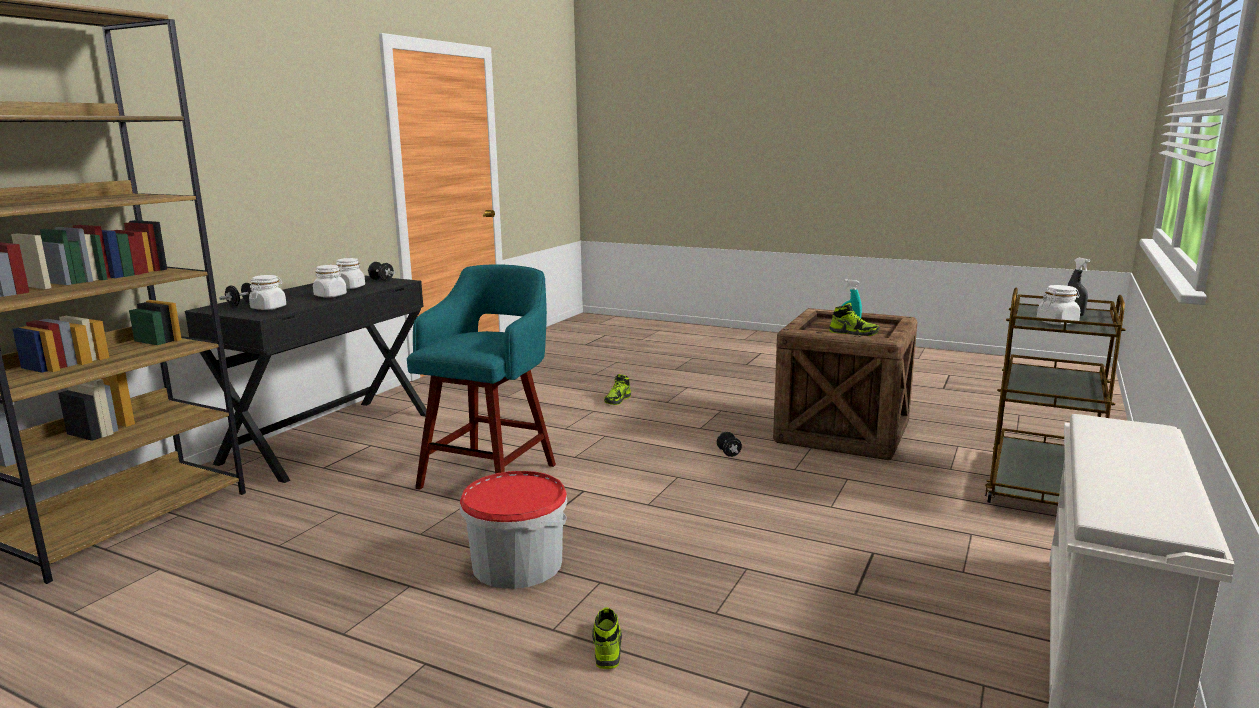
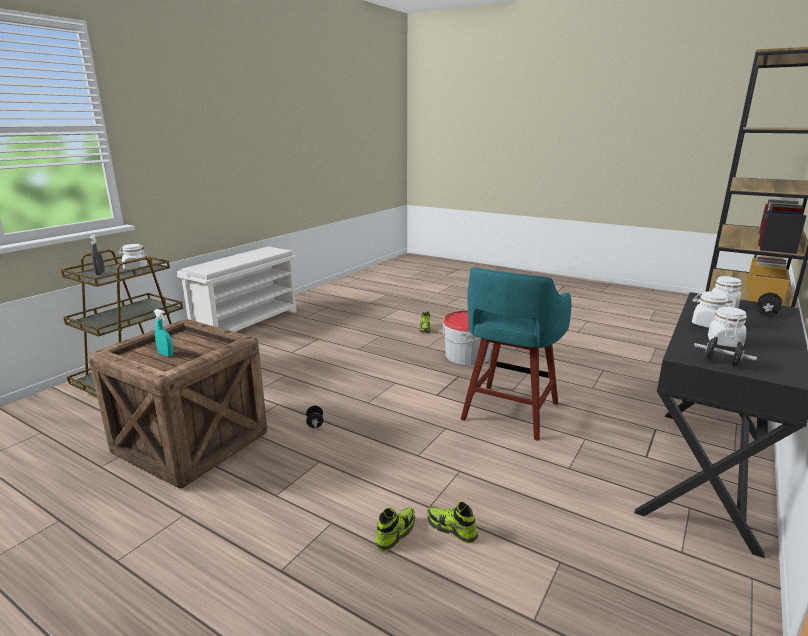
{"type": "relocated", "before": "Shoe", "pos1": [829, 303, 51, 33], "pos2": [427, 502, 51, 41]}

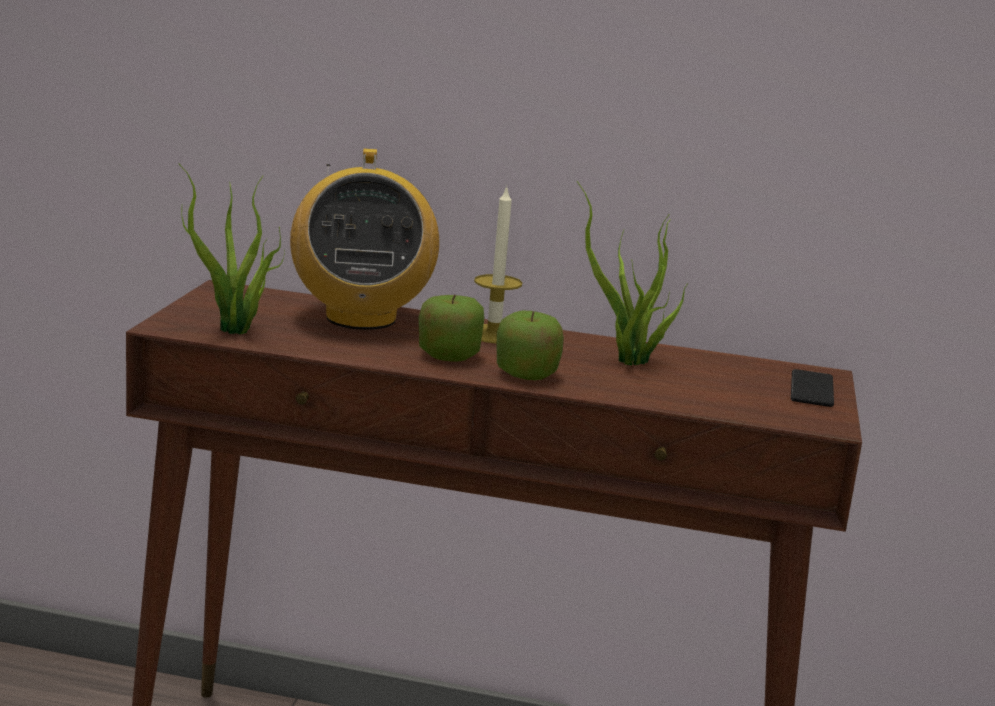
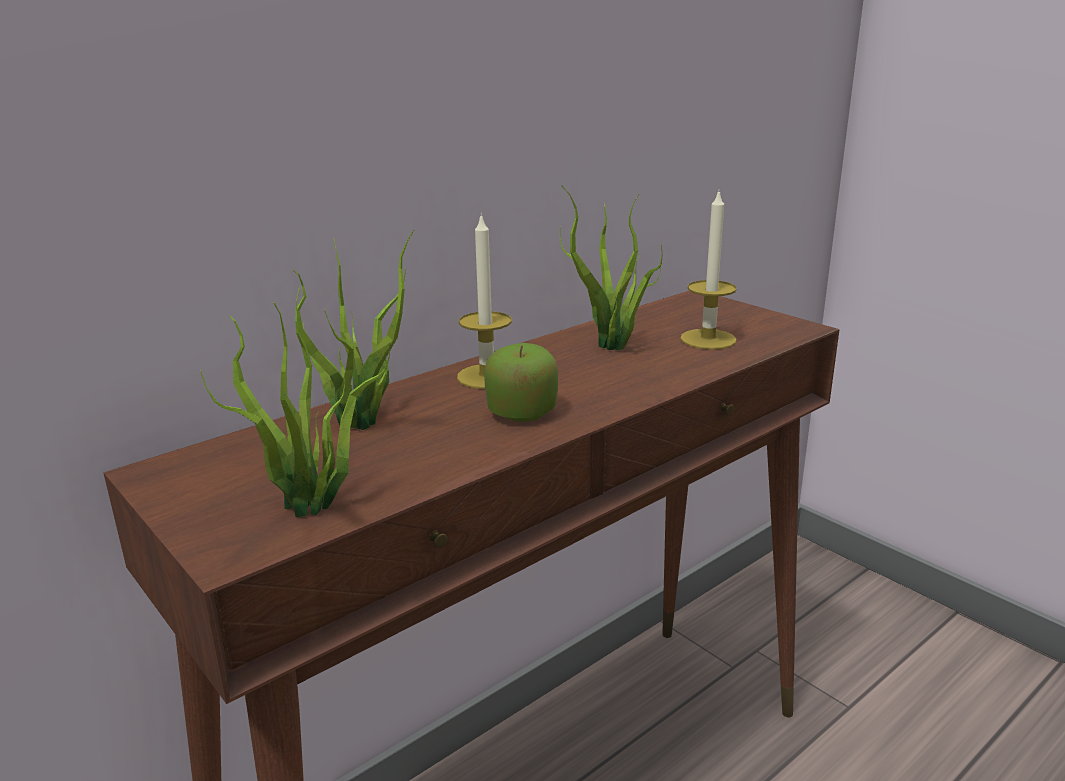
{"type": "exchanged", "before": "Radio", "after": "PottedPlant", "pos1": [290, 149, 149, 181], "pos2": [292, 230, 122, 200]}
{"type": "missing", "before": "Apple", "pos1": [497, 310, 67, 70]}
{"type": "missing", "before": "Phone", "pos1": [791, 369, 43, 38]}
{"type": "appeared", "after": "Candle", "pos2": [680, 192, 57, 158]}

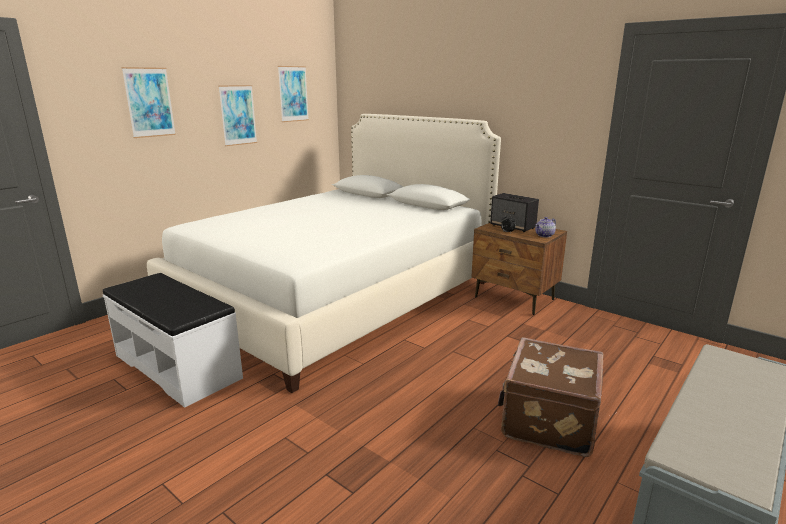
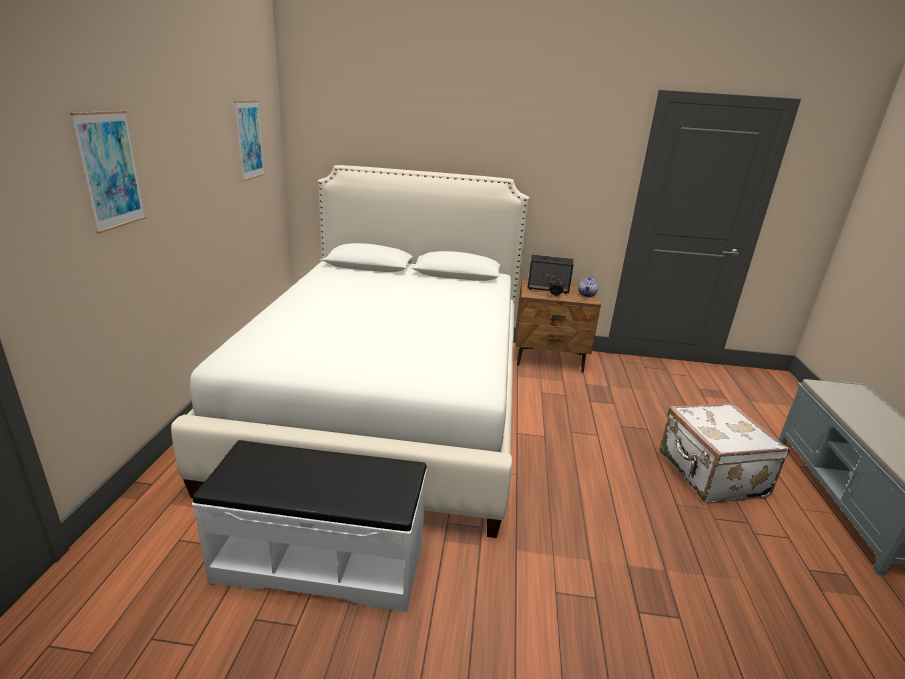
{"type": "missing", "before": "Picture", "pos1": [218, 85, 39, 61]}
{"type": "colour", "before": "BrownSuitcase", "after": "WhiteSuitcase", "pos1": [498, 337, 106, 120], "pos2": [660, 403, 130, 100]}

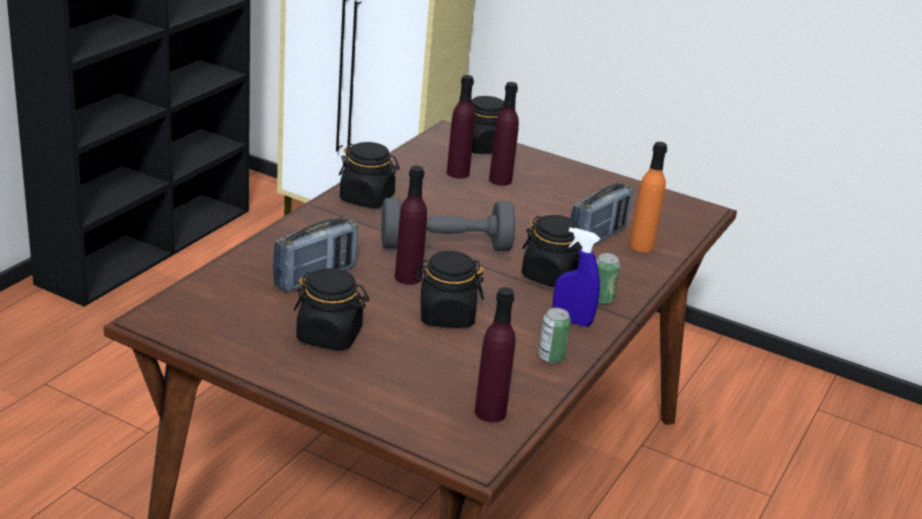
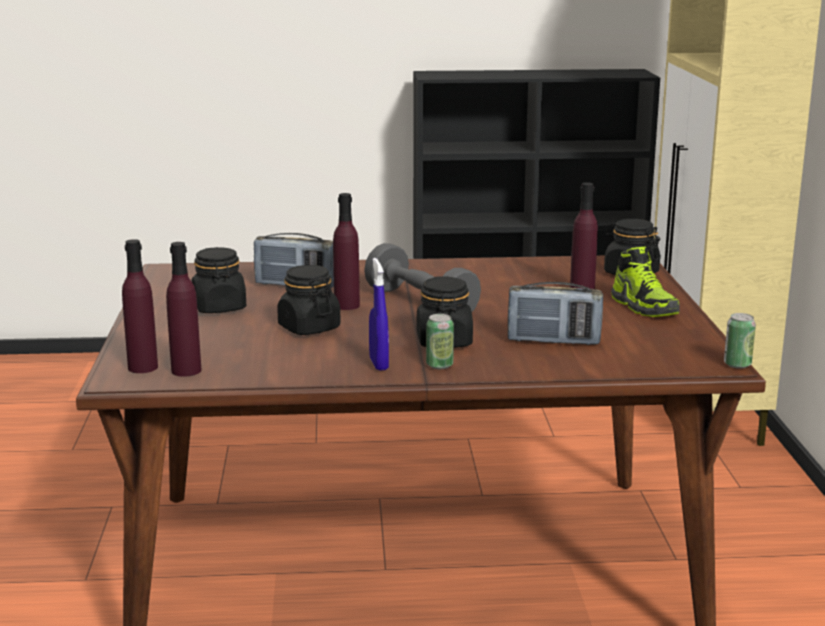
{"type": "missing", "before": "BlackJar", "pos1": [339, 142, 61, 66]}
{"type": "relocated", "before": "PurpleBottle", "pos1": [447, 75, 28, 104], "pos2": [122, 239, 36, 134]}
{"type": "relocated", "before": "Can", "pos1": [538, 308, 33, 55], "pos2": [724, 313, 32, 56]}
{"type": "missing", "before": "OrangeBottle", "pos1": [629, 142, 38, 110]}
{"type": "appeared", "after": "Shoe", "pos2": [611, 246, 69, 71]}

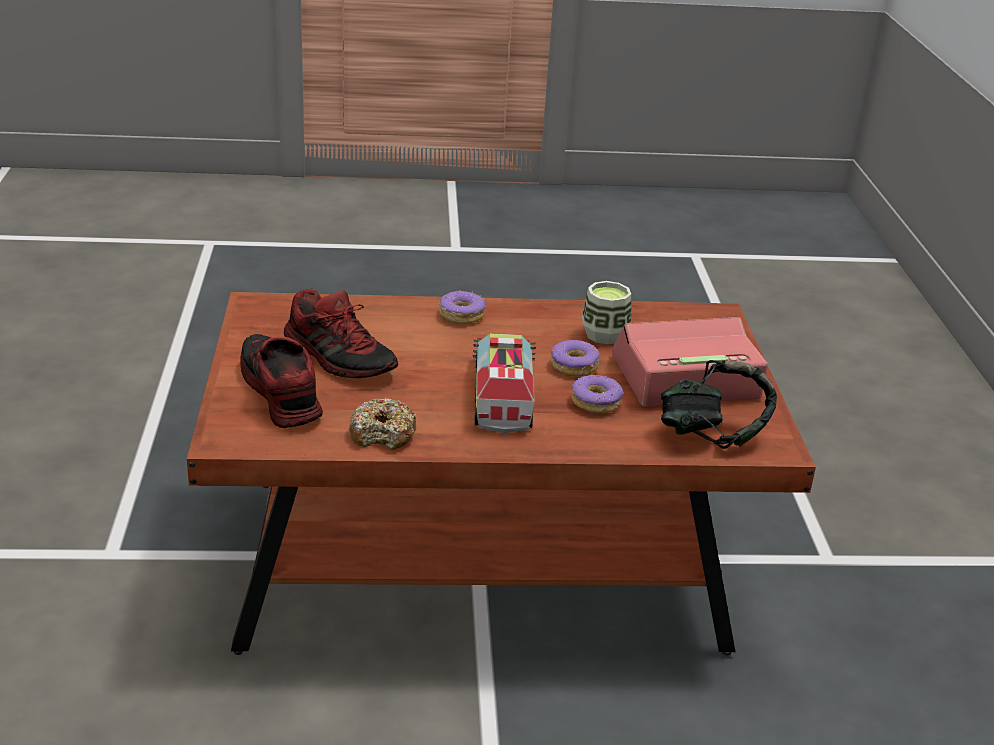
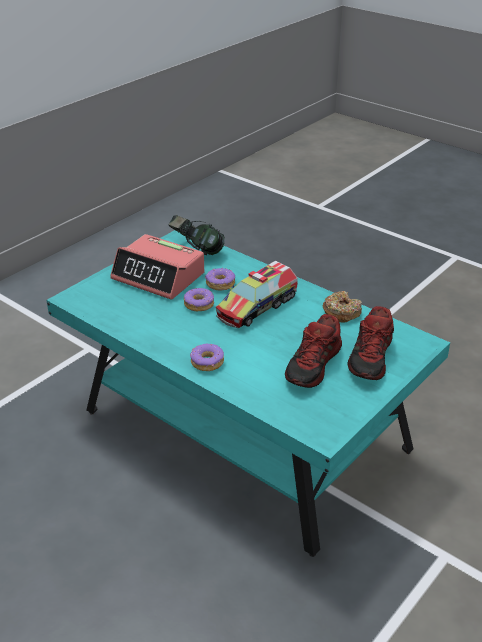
{"type": "colour", "before": "BrownCoffeeTable", "after": "TurquoiseCoffeeTable", "pos1": [187, 292, 629, 363], "pos2": [47, 230, 403, 327]}
{"type": "spun", "before": "Shoe", "pos1": [284, 289, 114, 89], "pos2": [285, 314, 57, 74], "turn": -150}
{"type": "missing", "before": "Cup", "pos1": [582, 281, 49, 63]}

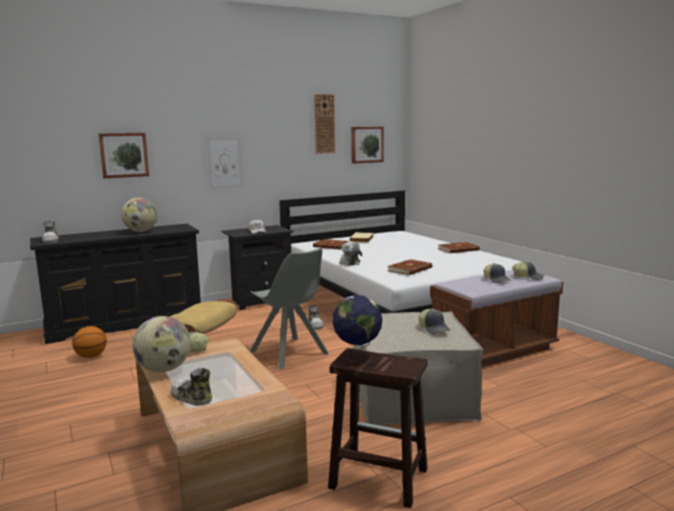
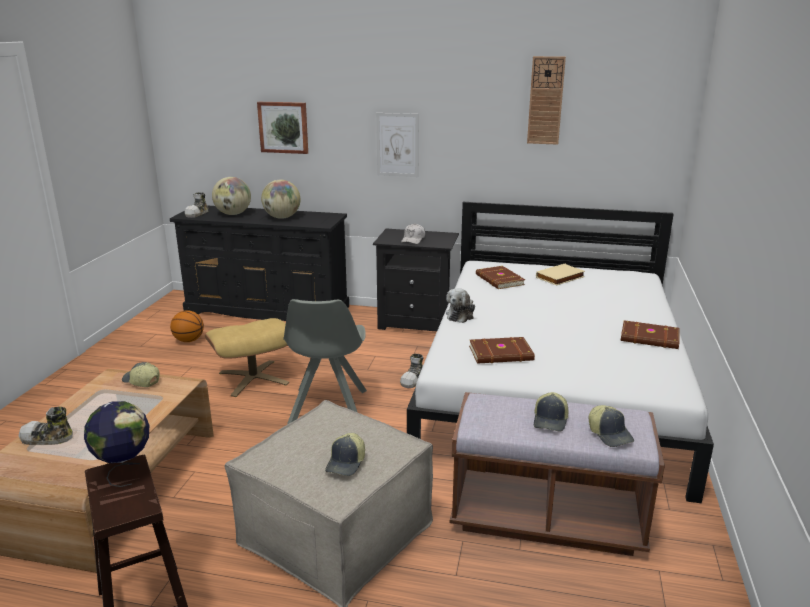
{"type": "relocated", "before": "Globe", "pos1": [132, 316, 59, 56], "pos2": [212, 177, 39, 38]}
{"type": "spun", "before": "Shoe", "pos1": [171, 368, 41, 38], "pos2": [18, 407, 55, 38], "turn": -75}
{"type": "missing", "before": "Picture", "pos1": [351, 126, 33, 38]}

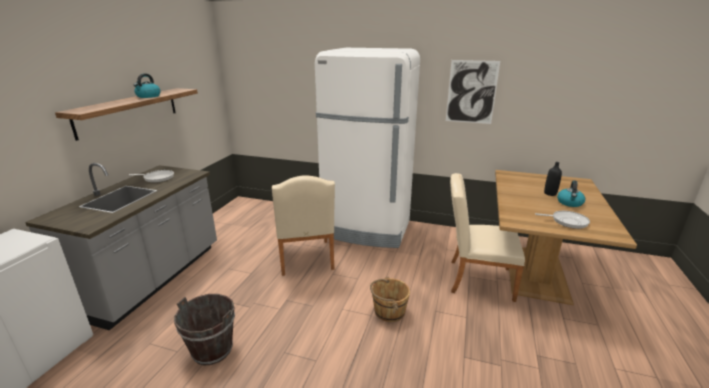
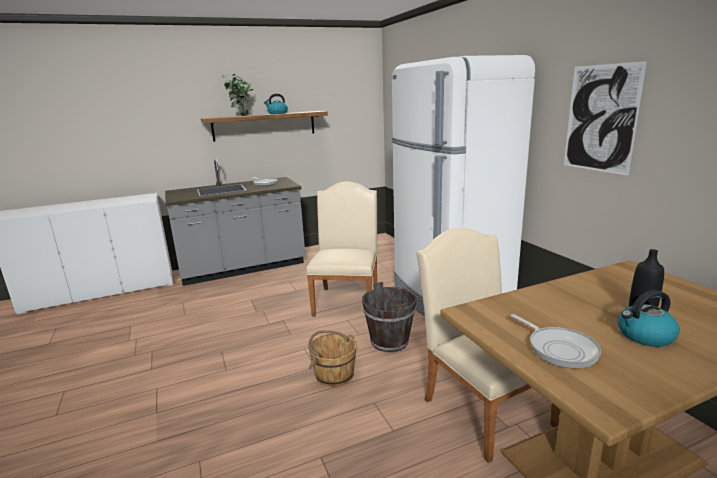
{"type": "relocated", "before": "BrownBucket", "pos1": [174, 294, 61, 71], "pos2": [362, 282, 55, 70]}
{"type": "spun", "before": "BeigeChair", "pos1": [272, 175, 63, 101], "pos2": [306, 181, 71, 136], "turn": 150}
{"type": "appeared", "after": "PottedPlant", "pos2": [221, 74, 33, 42]}

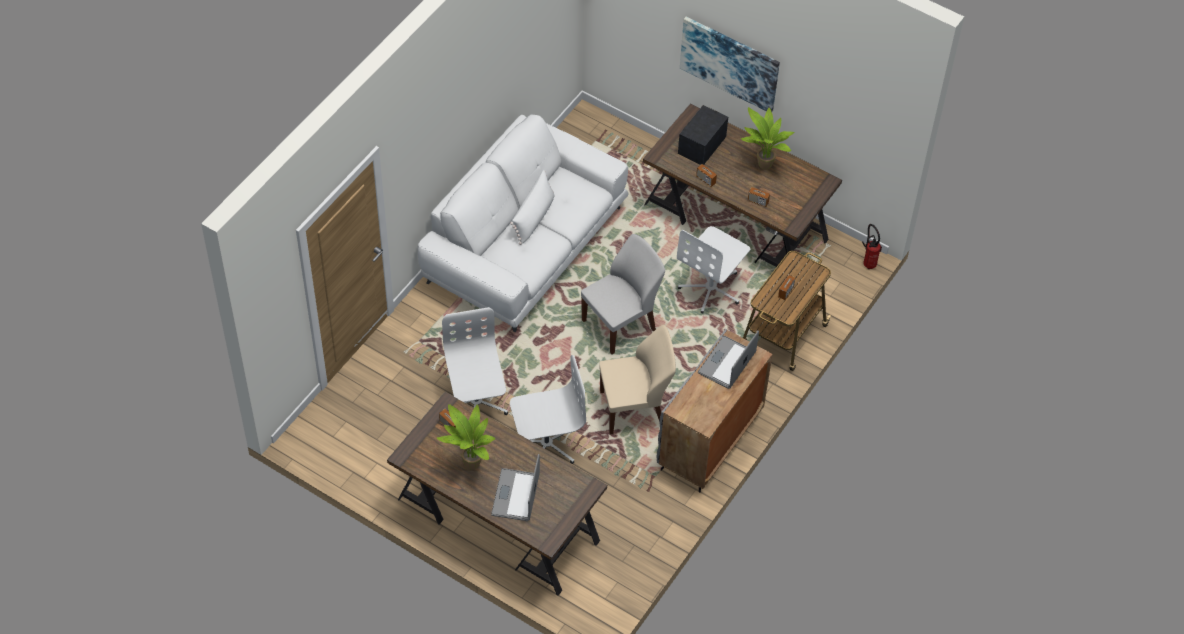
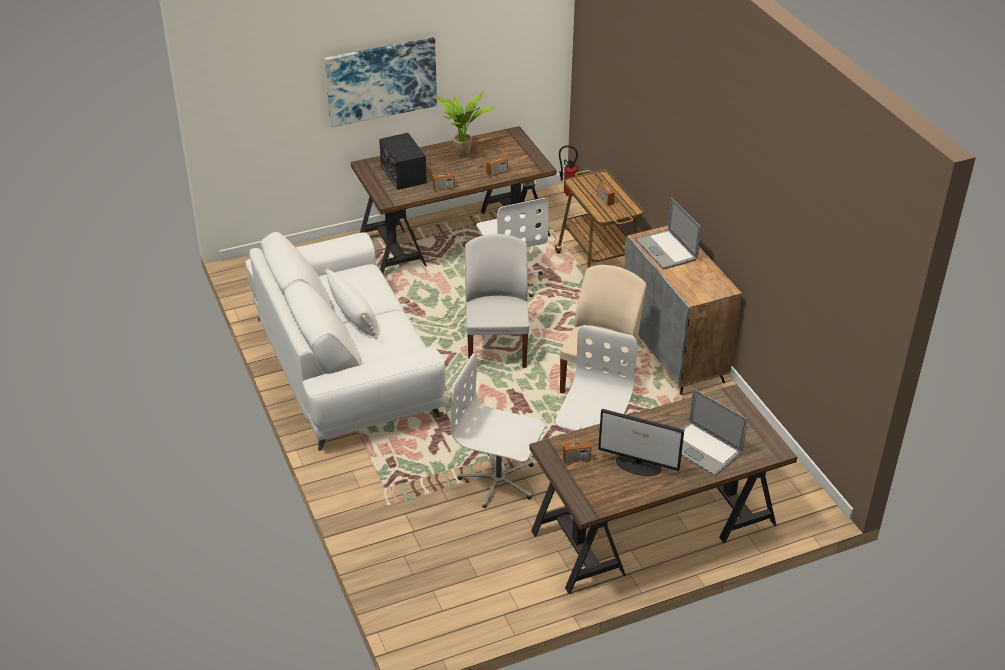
{"type": "exchanged", "before": "PottedPlant", "after": "Monitor", "pos1": [437, 404, 59, 66], "pos2": [598, 409, 86, 67]}

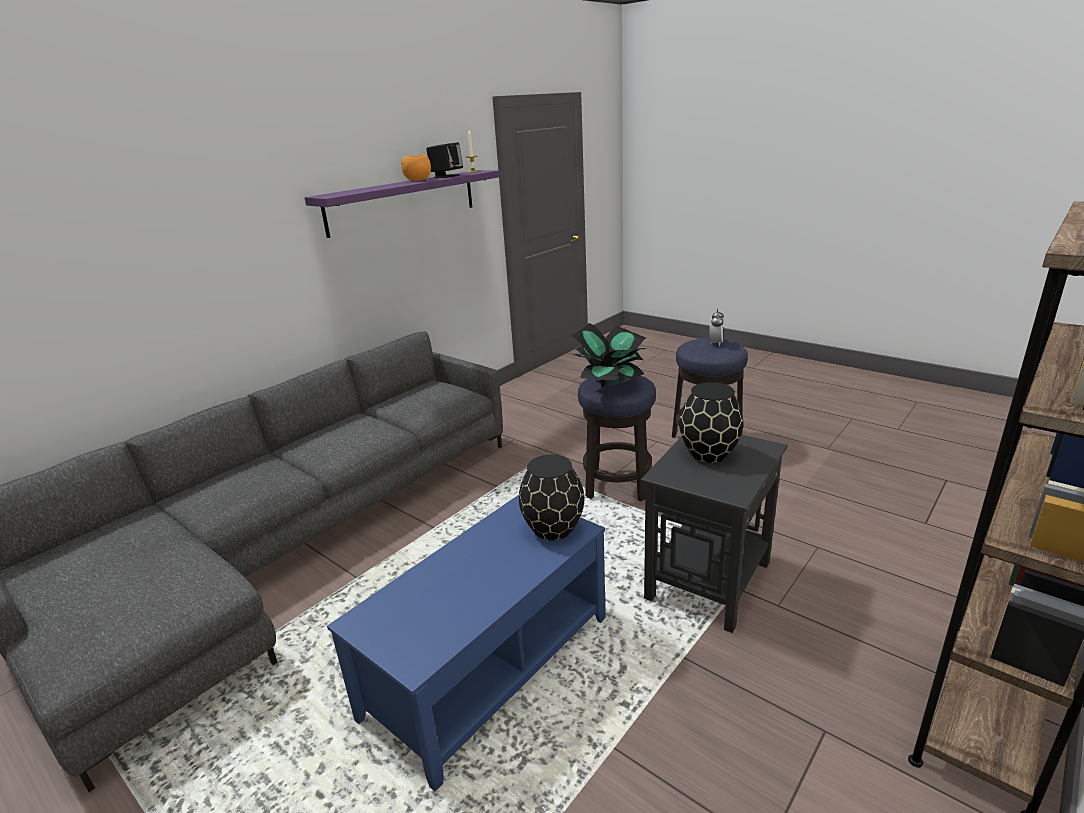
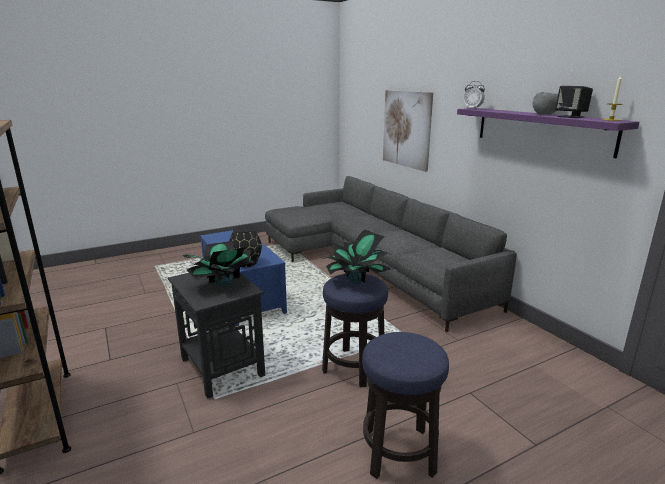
{"type": "colour", "before": "OrangeBowl", "after": "GreyBowl", "pos1": [401, 155, 30, 26], "pos2": [533, 92, 25, 23]}
{"type": "exchanged", "before": "BlackVase", "after": "PottedPlant", "pos1": [679, 382, 64, 81], "pos2": [182, 241, 74, 46]}
{"type": "relocated", "before": "AlarmClock", "pos1": [709, 309, 15, 37], "pos2": [464, 81, 21, 28]}
{"type": "appeared", "after": "Picture", "pos2": [383, 90, 50, 82]}

